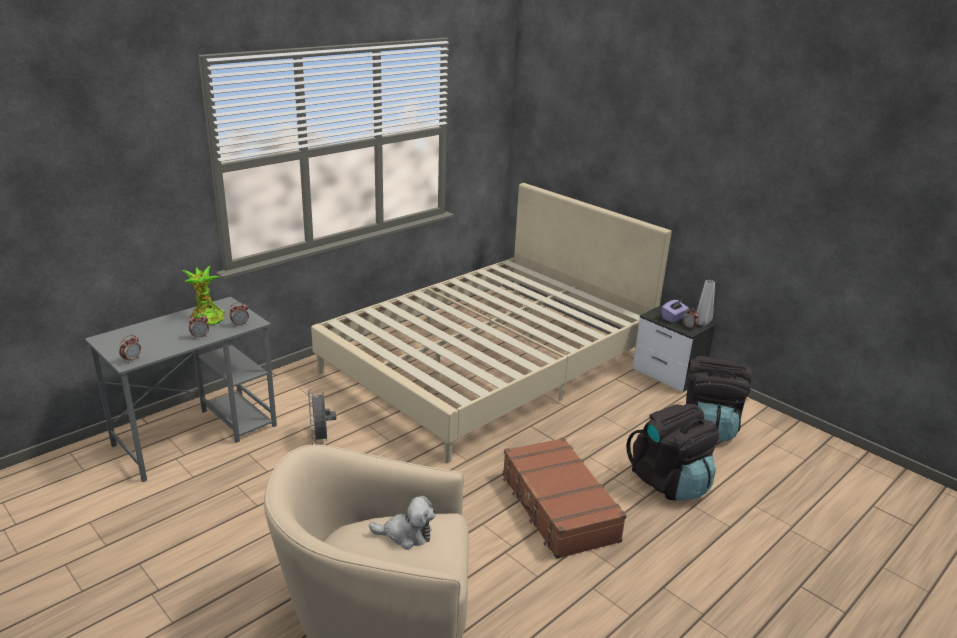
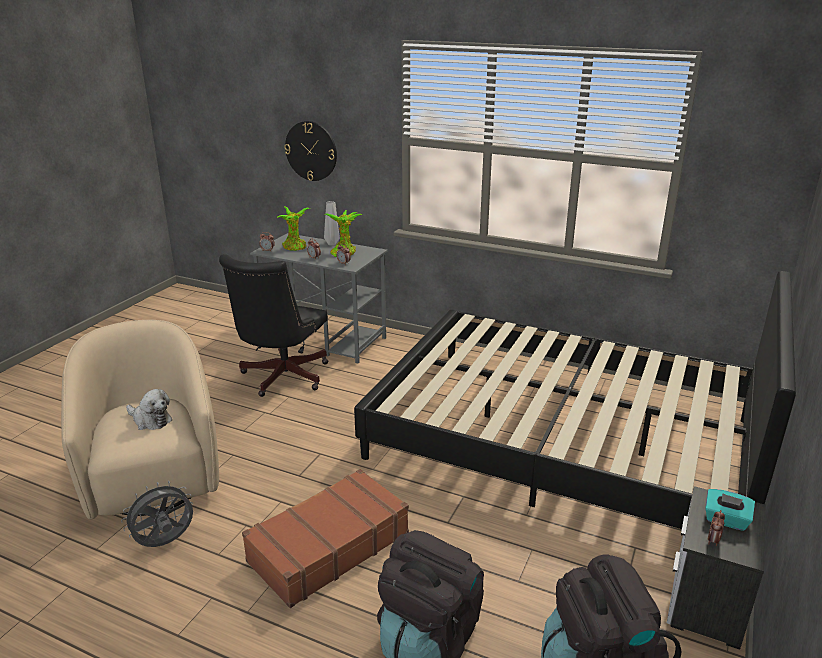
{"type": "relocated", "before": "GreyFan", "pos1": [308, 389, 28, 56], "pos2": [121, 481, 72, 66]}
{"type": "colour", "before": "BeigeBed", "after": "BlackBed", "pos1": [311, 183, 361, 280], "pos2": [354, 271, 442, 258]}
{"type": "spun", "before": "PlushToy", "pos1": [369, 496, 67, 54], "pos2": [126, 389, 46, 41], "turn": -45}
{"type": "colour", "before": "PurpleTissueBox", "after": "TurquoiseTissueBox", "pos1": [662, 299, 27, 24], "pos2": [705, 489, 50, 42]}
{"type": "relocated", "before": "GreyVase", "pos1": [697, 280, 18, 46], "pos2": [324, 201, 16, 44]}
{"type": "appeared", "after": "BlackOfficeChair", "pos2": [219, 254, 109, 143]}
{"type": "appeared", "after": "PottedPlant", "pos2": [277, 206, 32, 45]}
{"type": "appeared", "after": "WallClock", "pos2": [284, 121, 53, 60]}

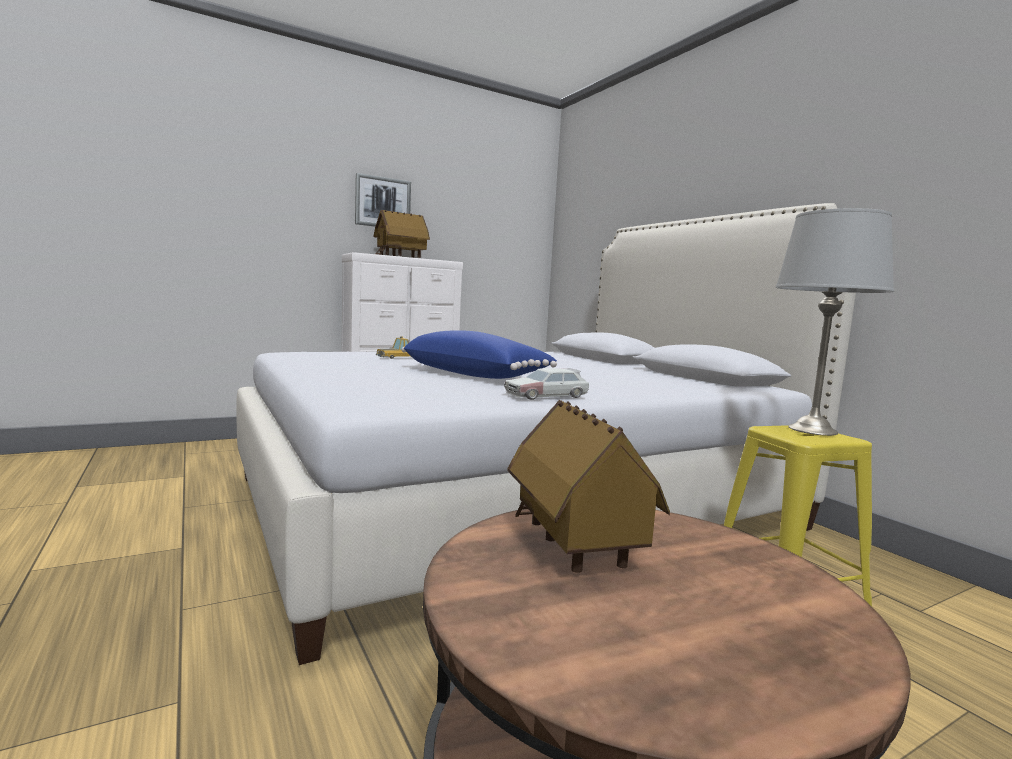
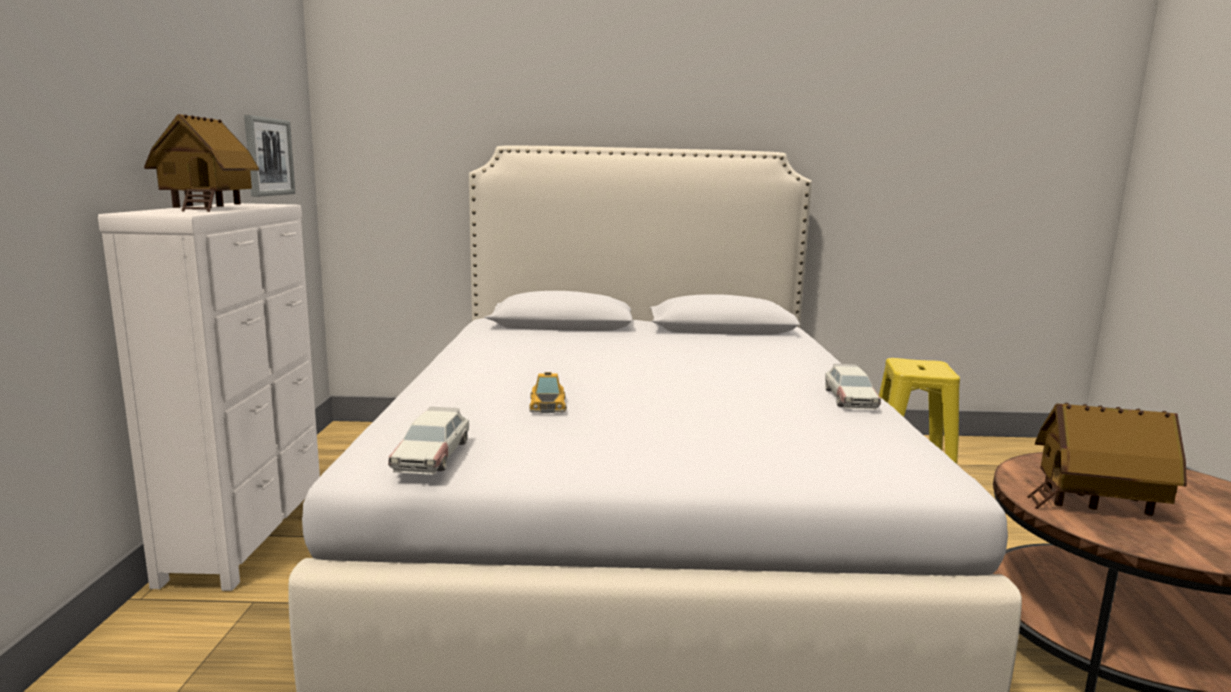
{"type": "relocated", "before": "Picture", "pos1": [355, 173, 56, 53], "pos2": [244, 115, 51, 82]}
{"type": "missing", "before": "BluePillow", "pos1": [402, 331, 155, 48]}
{"type": "missing", "before": "GreyTableLamp", "pos1": [775, 208, 119, 228]}
{"type": "appeared", "after": "ToyCar", "pos2": [388, 407, 81, 68]}

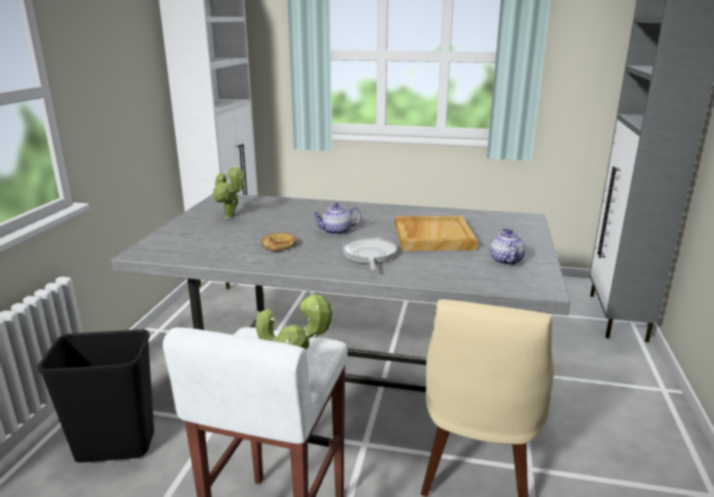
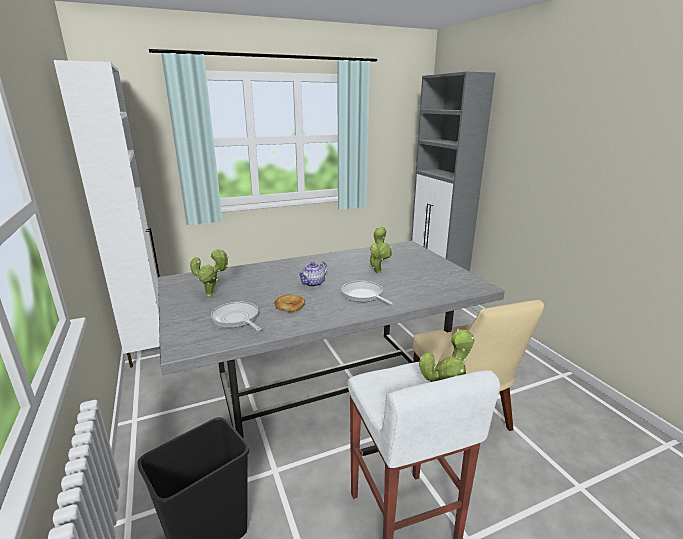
{"type": "exchanged", "before": "BeigeTray", "after": "PottedPlant", "pos1": [395, 216, 83, 35], "pos2": [369, 227, 23, 46]}
{"type": "missing", "before": "Teapot", "pos1": [490, 228, 36, 37]}
{"type": "appeared", "after": "FryingPan", "pos2": [211, 302, 50, 29]}

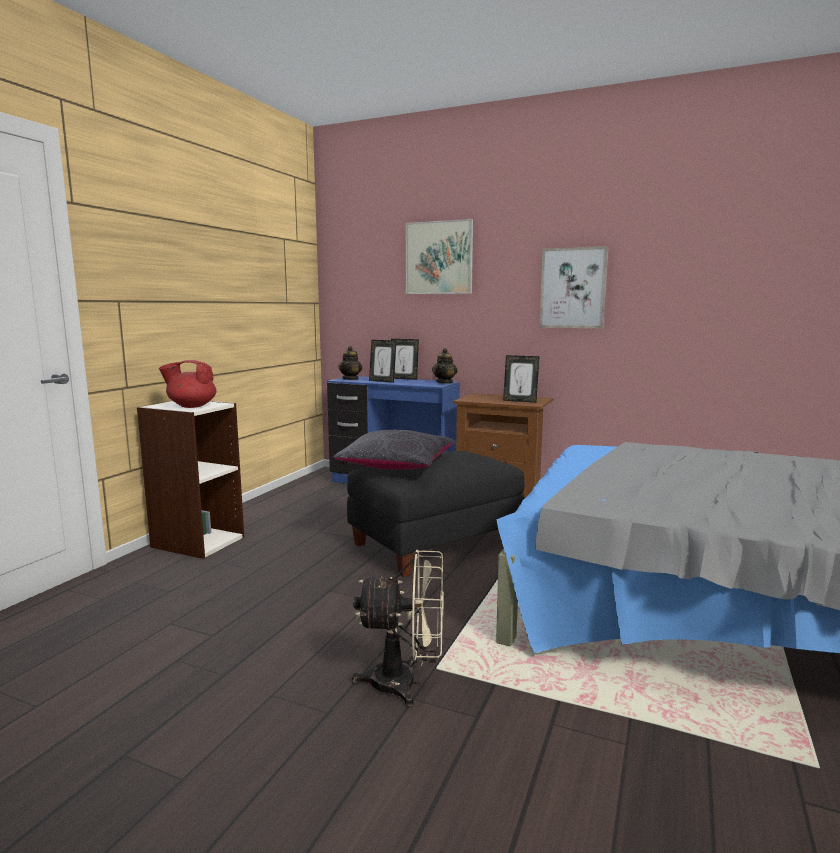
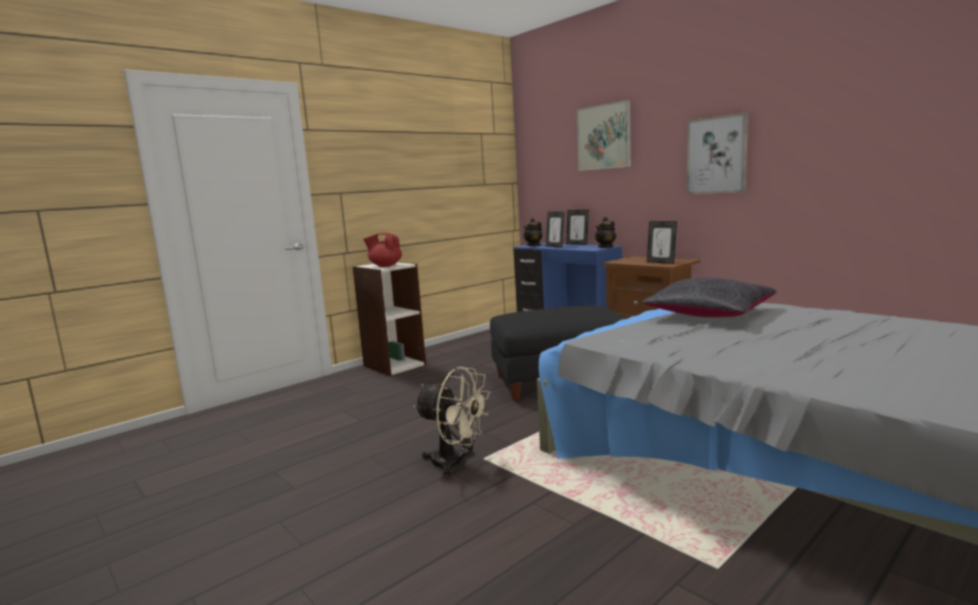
{"type": "relocated", "before": "BlackPillow", "pos1": [333, 430, 121, 40], "pos2": [642, 278, 135, 40]}

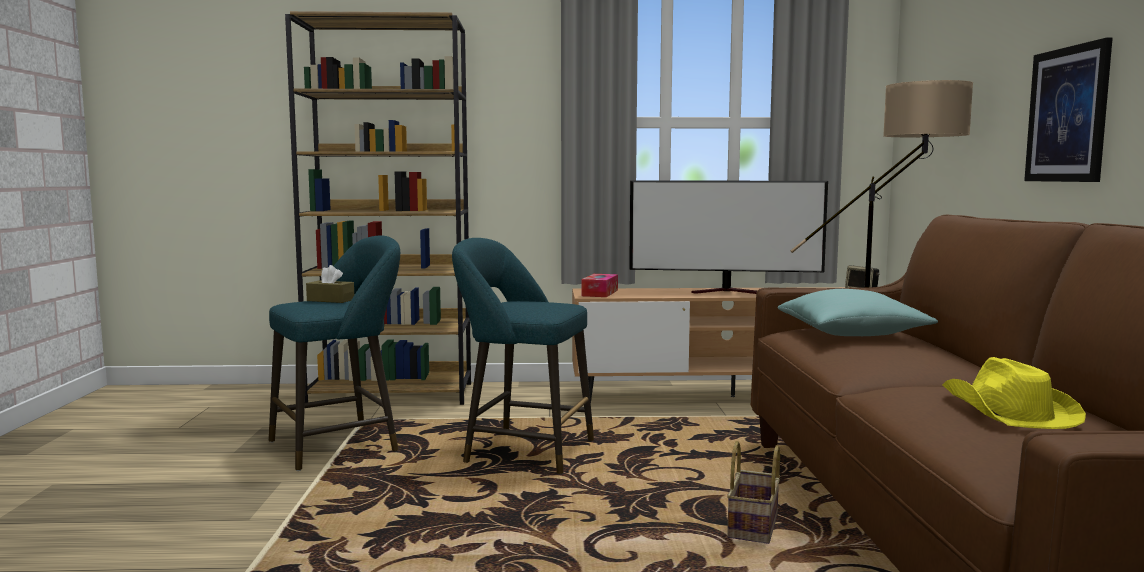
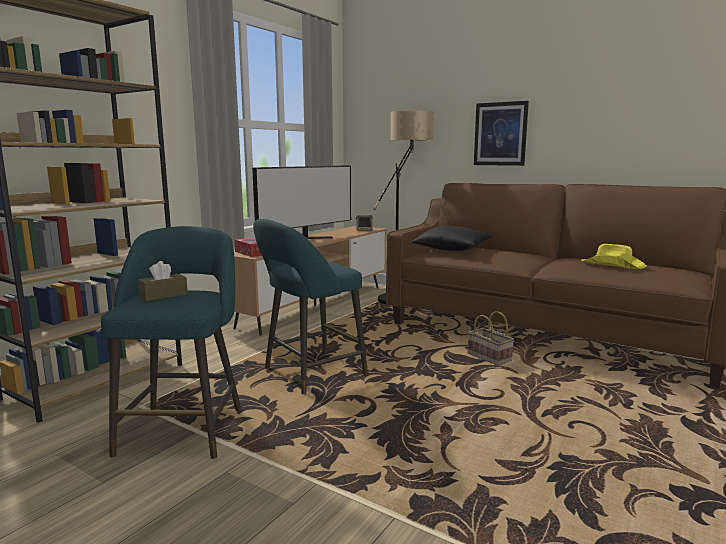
{"type": "colour", "before": "TurquoisePillow", "after": "BlackPillow", "pos1": [777, 289, 161, 47], "pos2": [412, 226, 81, 25]}

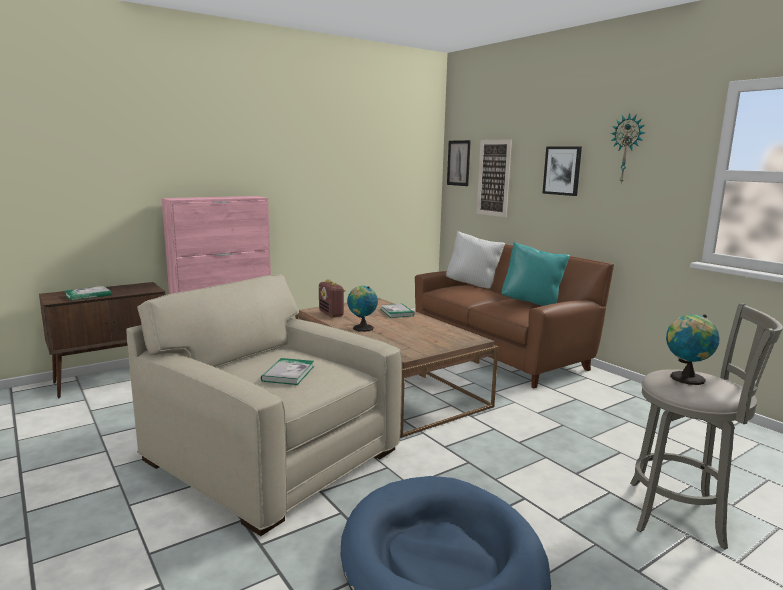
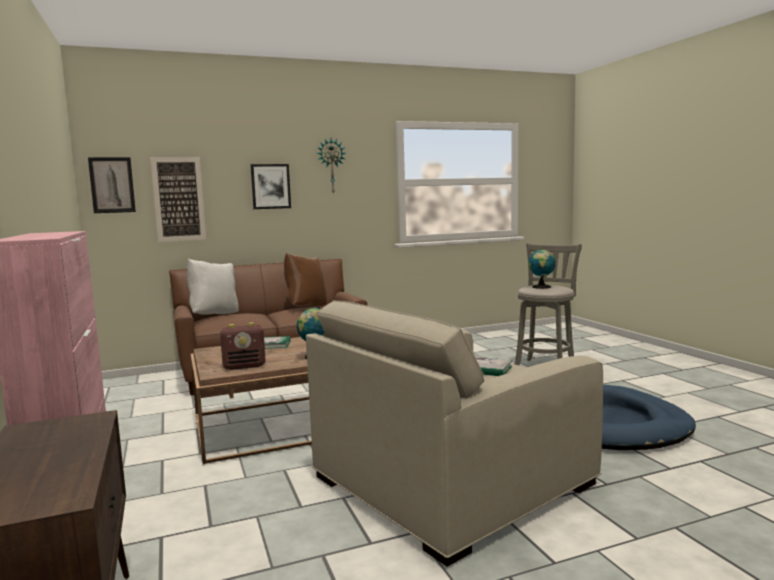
{"type": "missing", "before": "Book", "pos1": [65, 286, 47, 15]}
{"type": "colour", "before": "TurquoisePillow", "after": "BrownPillow", "pos1": [502, 242, 68, 64], "pos2": [284, 253, 43, 53]}

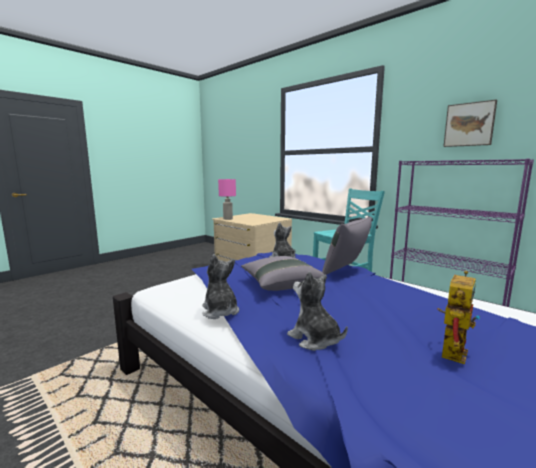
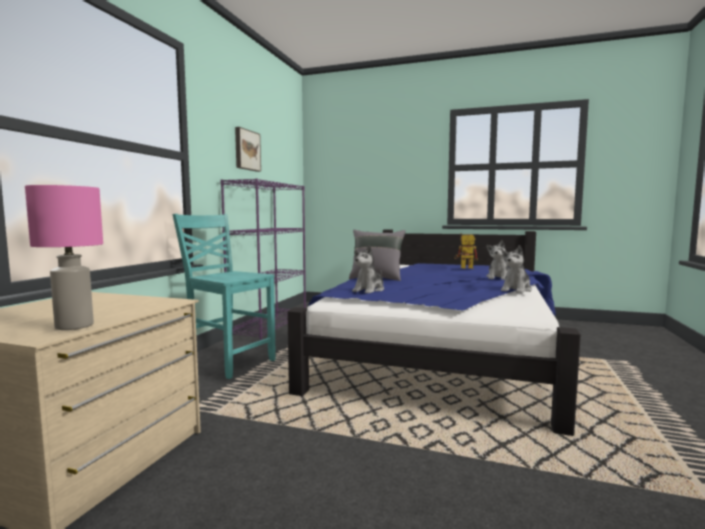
{"type": "missing", "before": "GreyPillow", "pos1": [241, 256, 86, 35]}

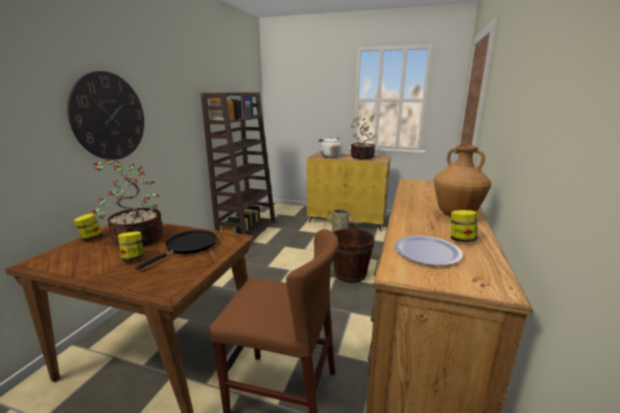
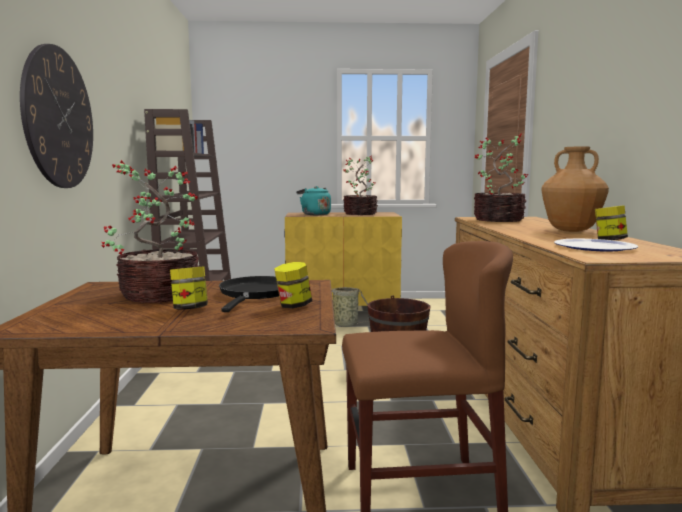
{"type": "relocated", "before": "Jar", "pos1": [74, 213, 29, 28], "pos2": [274, 262, 38, 47]}
{"type": "colour", "before": "WhiteKettle", "after": "TurquoiseKettle", "pos1": [318, 137, 23, 21], "pos2": [296, 186, 35, 29]}
{"type": "appeared", "after": "PottedPlant", "pos2": [473, 133, 55, 89]}

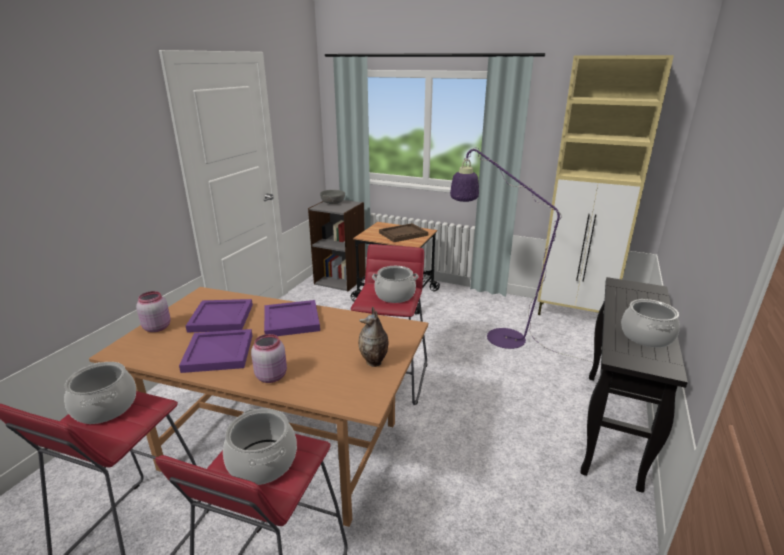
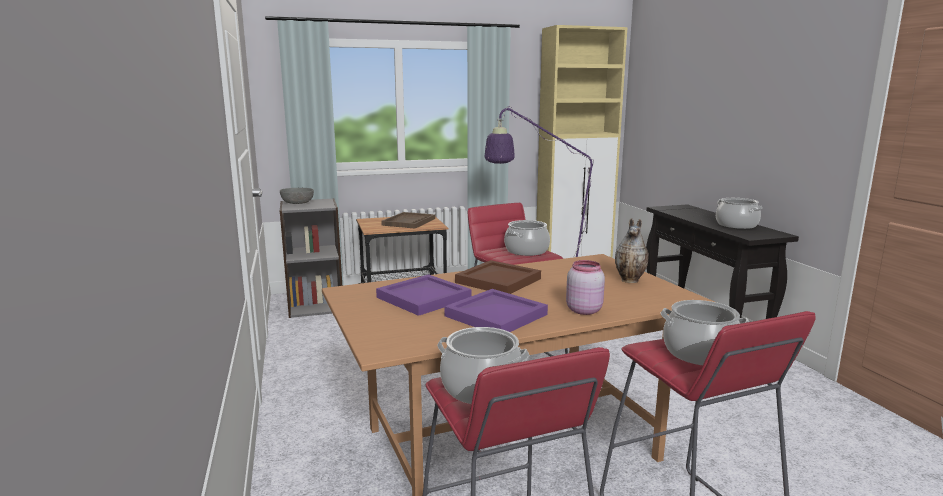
{"type": "missing", "before": "PinkJar", "pos1": [136, 291, 35, 41]}
{"type": "colour", "before": "PurpleTray", "after": "BrownTray", "pos1": [264, 300, 56, 36], "pos2": [455, 260, 86, 34]}

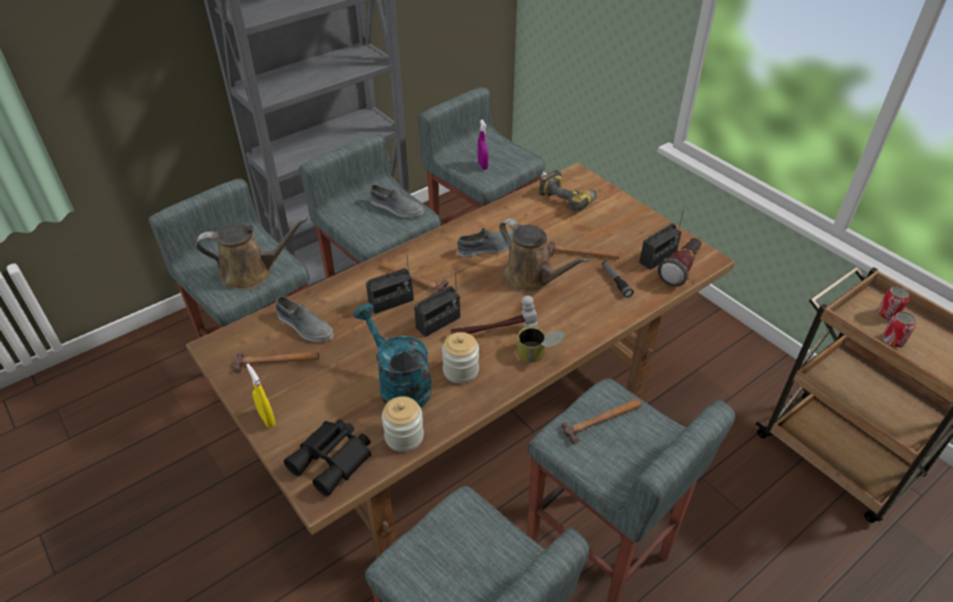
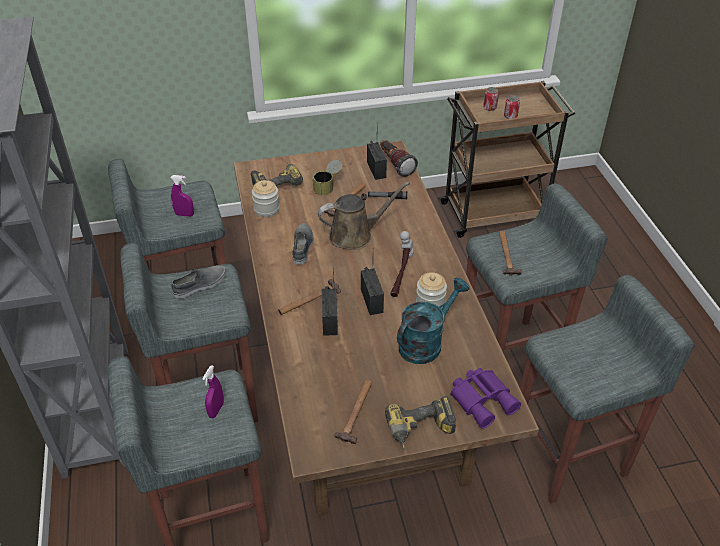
{"type": "exchanged", "before": "BrownWateringCan", "after": "PurpleSprayBottle", "pos1": [196, 217, 112, 73], "pos2": [202, 365, 22, 53]}
{"type": "exchanged", "before": "YellowSprayBottle", "after": "PowerDrill", "pos1": [246, 364, 30, 64], "pos2": [385, 396, 71, 55]}
{"type": "missing", "before": "GreyShoe", "pos1": [276, 296, 58, 46]}
{"type": "colour", "before": "BlackBinoculars", "after": "PurpleBinoculars", "pos1": [284, 419, 87, 78], "pos2": [451, 368, 70, 61]}
{"type": "spun", "before": "TurquoiseWateringCan", "pos1": [353, 303, 78, 105], "pos2": [397, 278, 72, 86], "turn": 150}
{"type": "relocated", "before": "Jar", "pos1": [382, 396, 42, 56], "pos2": [252, 180, 27, 37]}
{"type": "relocated", "before": "Can", "pos1": [516, 327, 49, 36], "pos2": [313, 159, 30, 36]}

